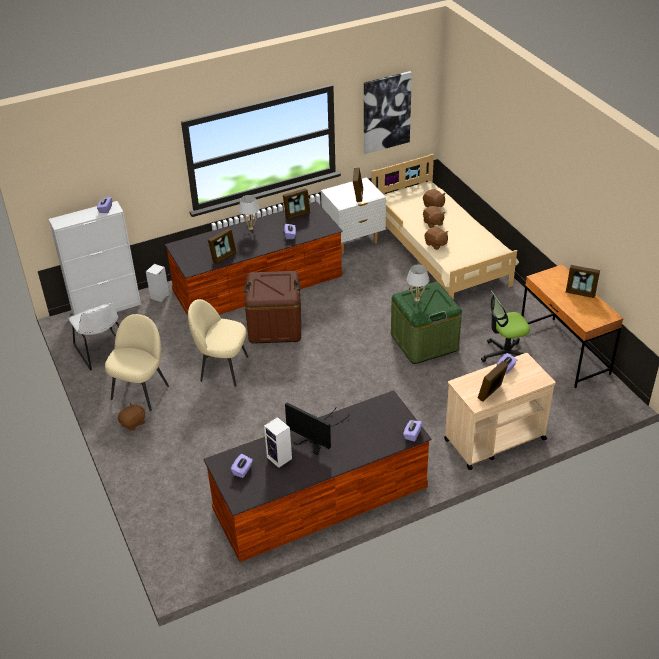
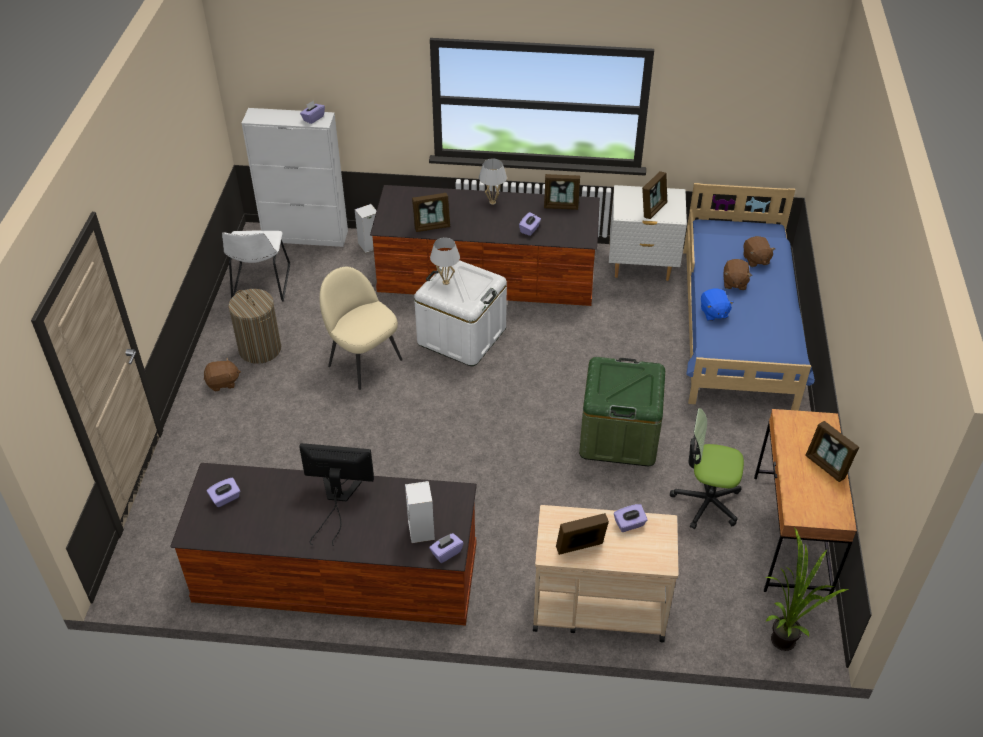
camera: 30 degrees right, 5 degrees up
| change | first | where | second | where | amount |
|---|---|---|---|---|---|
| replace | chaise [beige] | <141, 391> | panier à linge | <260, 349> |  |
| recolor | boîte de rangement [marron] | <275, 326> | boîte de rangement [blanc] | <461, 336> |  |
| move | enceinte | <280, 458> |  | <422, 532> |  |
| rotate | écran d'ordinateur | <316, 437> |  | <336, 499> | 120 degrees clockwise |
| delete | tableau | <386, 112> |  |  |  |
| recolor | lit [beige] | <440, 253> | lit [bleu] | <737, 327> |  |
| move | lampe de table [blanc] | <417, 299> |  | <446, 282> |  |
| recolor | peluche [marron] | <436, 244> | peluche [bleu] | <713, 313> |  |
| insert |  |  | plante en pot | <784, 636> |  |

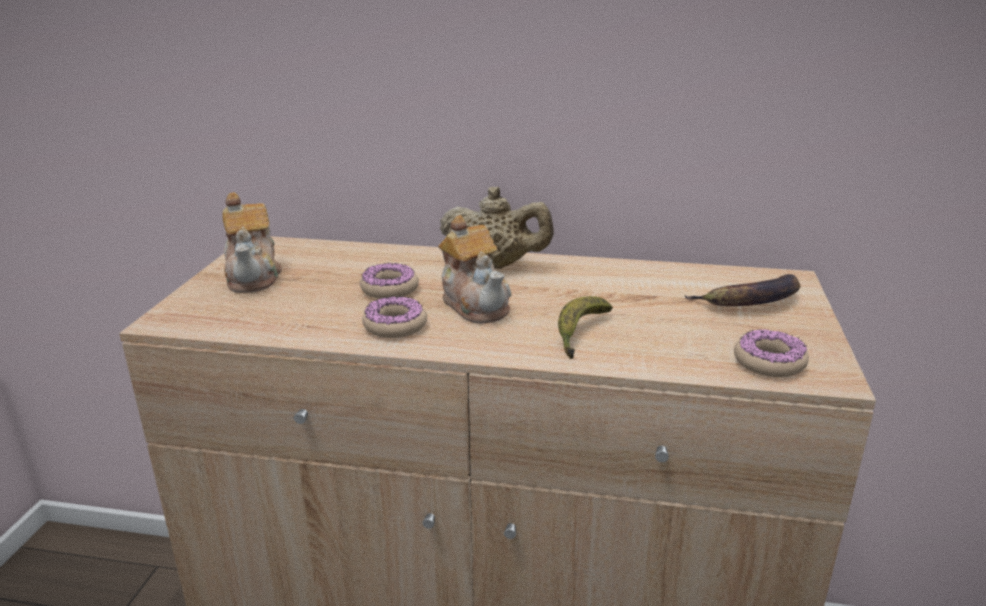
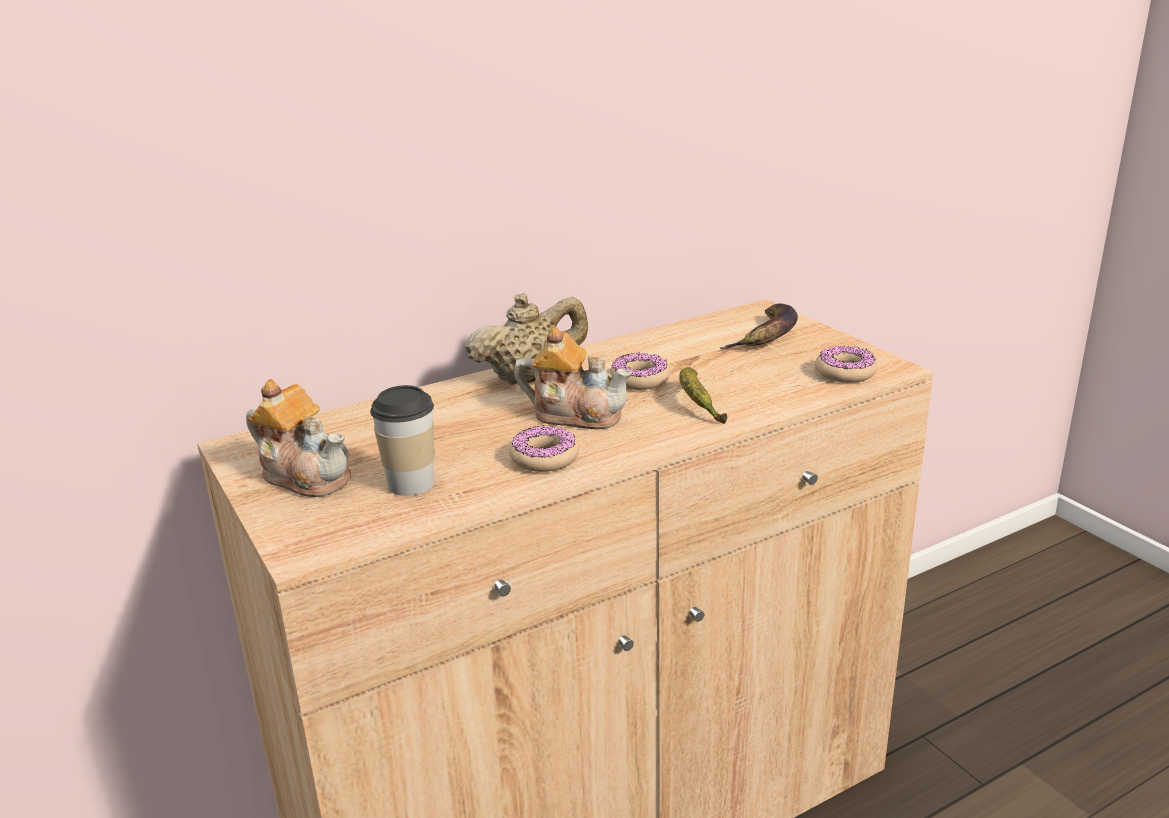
camera: 40 degrees left, 0 degrees up
| change | first | where | second | where | amount |
|---|---|---|---|---|---|
| move | beignet | <389, 289> |  | <640, 380> |  |
| insert |  |  | tasse | <411, 484> |  |

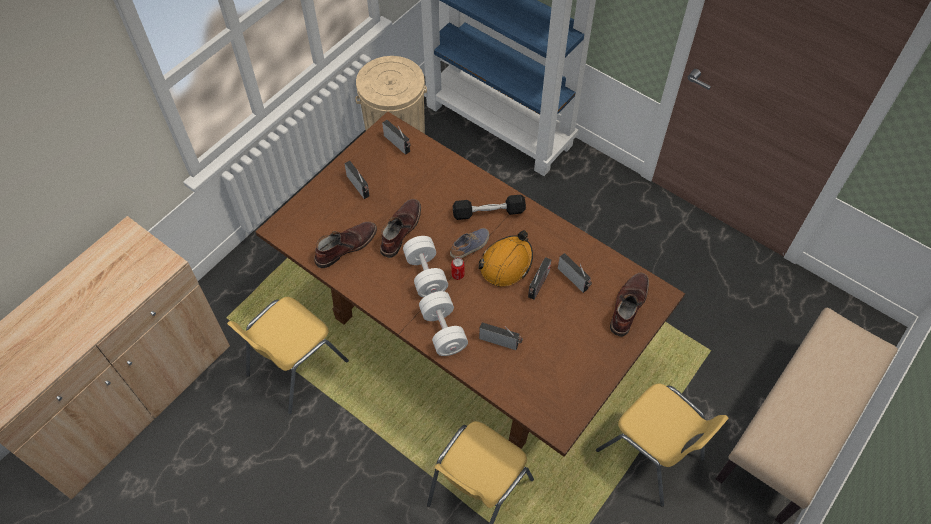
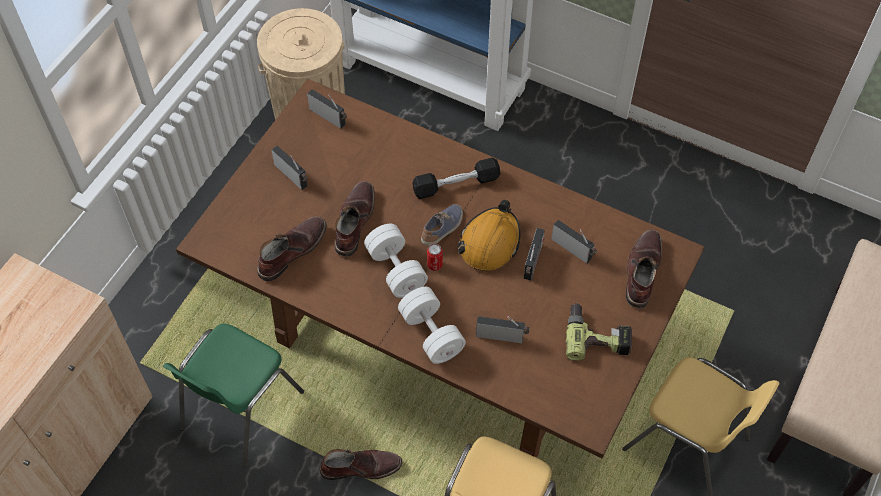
camera: 10 degrees left, 0 degrees up
| change | first | where | second | where | amount |
|---|---|---|---|---|---|
| recolor | chaise [jaune] | <295, 368> | chaise [vert] | <240, 410> |  |
| insert |  |  | botte [marron] | <361, 467> |  |
| insert |  |  | perceuse | <597, 335> |  |

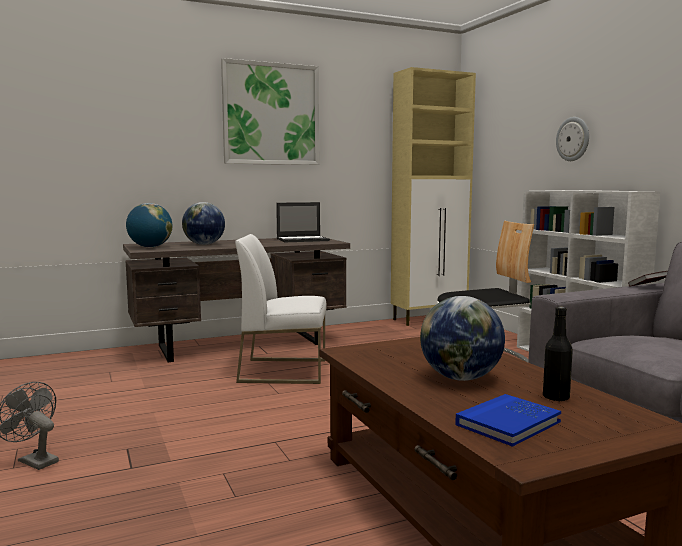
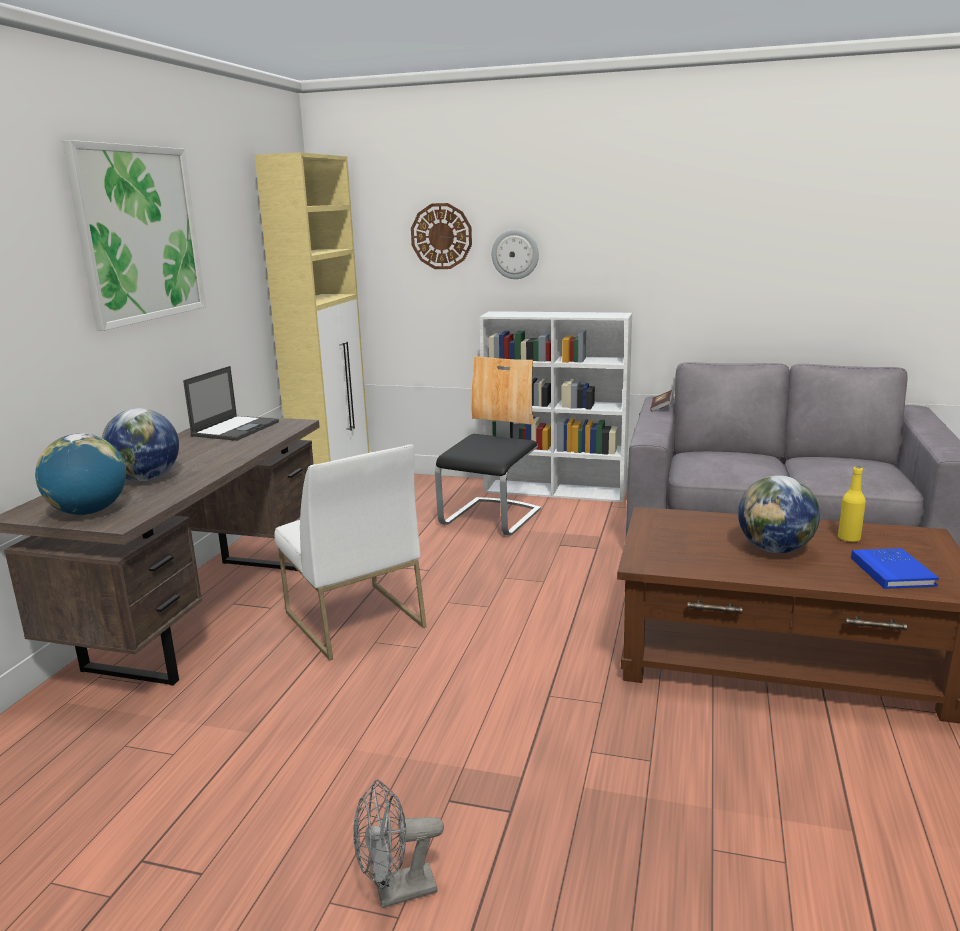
camera: 50 degrees left, 10 degrees up
| change | first | where | second | where | amount |
|---|---|---|---|---|---|
| rotate | chaise [blanc] | <284, 371> |  | <353, 619> | 75 degrees counterclockwise |
| recolor | bouteille [noir] | <556, 397> | bouteille [jaune] | <849, 538> |  |
| insert |  |  | horloge murale | <441, 236> |  |

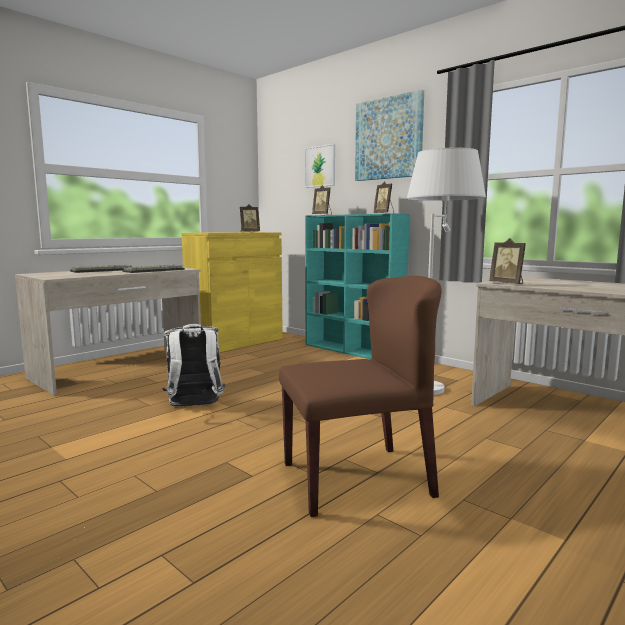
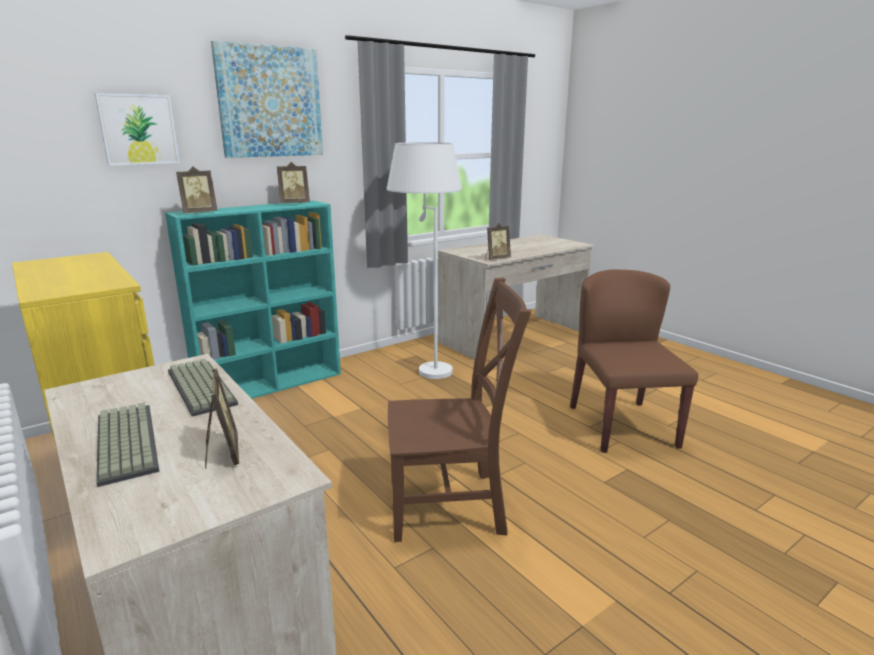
camera: 80 degrees left, 10 degrees up
| change | first | where | second | where | amount |
|---|---|---|---|---|---|
| replace | sac à dos [blanc] | <194, 407> | chaise [marron] | <452, 505> |  |
| move | cadre photo | <249, 232> |  | <222, 454> |  |

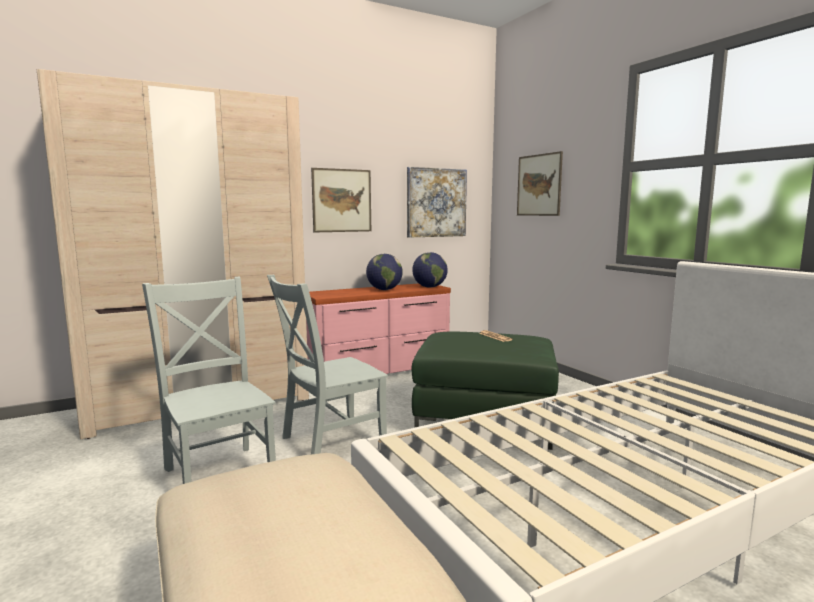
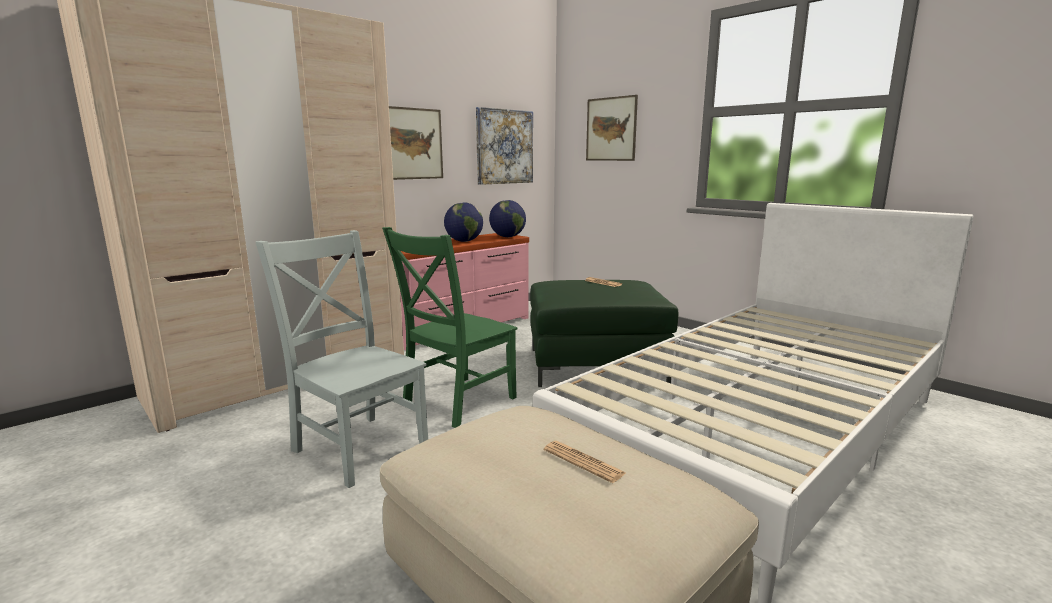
camera: 15 degrees left, 5 degrees up
| change | first | where | second | where | amount |
|---|---|---|---|---|---|
| recolor | chaise [gris] | <329, 442> | chaise [vert] | <456, 402> |  |
| insert |  |  | journal | <583, 462> |  |

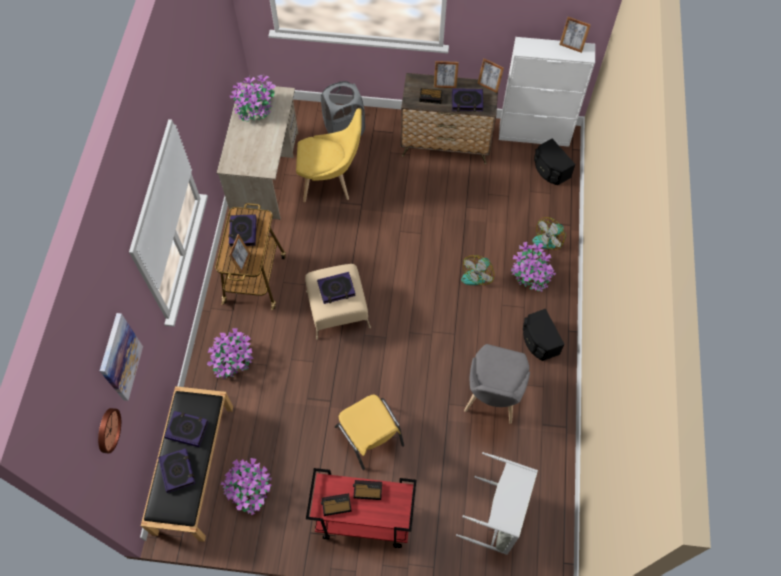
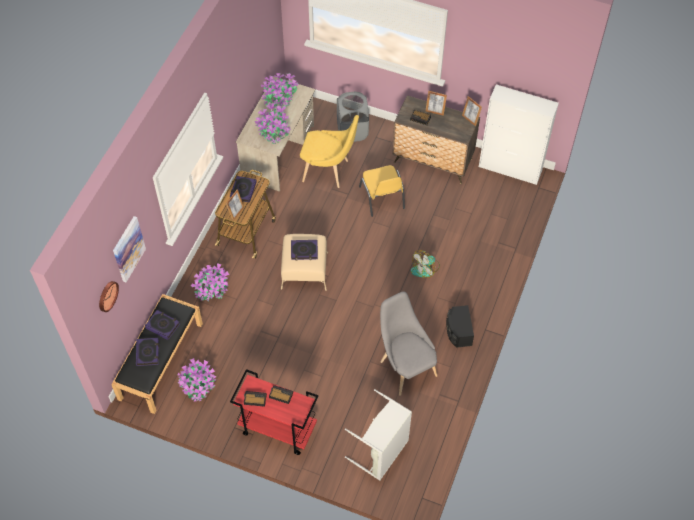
camera: 15 degrees right, 5 degrees down
| change | first | where | second | where | amount |
|---|---|---|---|---|---|
| move | chaise [jaune] | <370, 437> |  | <382, 198> |  |
| delete | livre | <467, 102> |  |  |  |
| rotate | chaise [gris] | <491, 399> |  | <405, 366> | 120 degrees clockwise |
| move | plante en pot | <530, 274> |  | <273, 132> |  |
| delete | ventilateur | <549, 238> |  |  |  |
| delete | enceinte [noir] | <550, 170> |  |  |  |
| delete | cadre photo | <571, 46> |  |  |  |

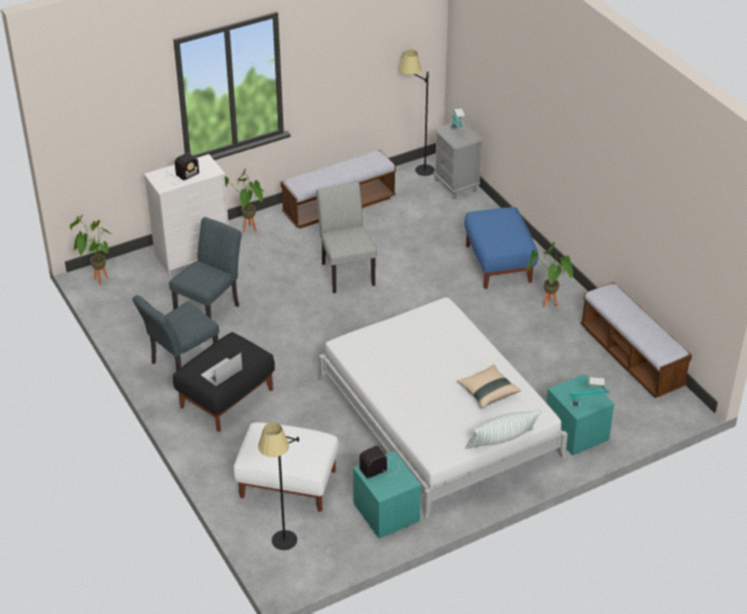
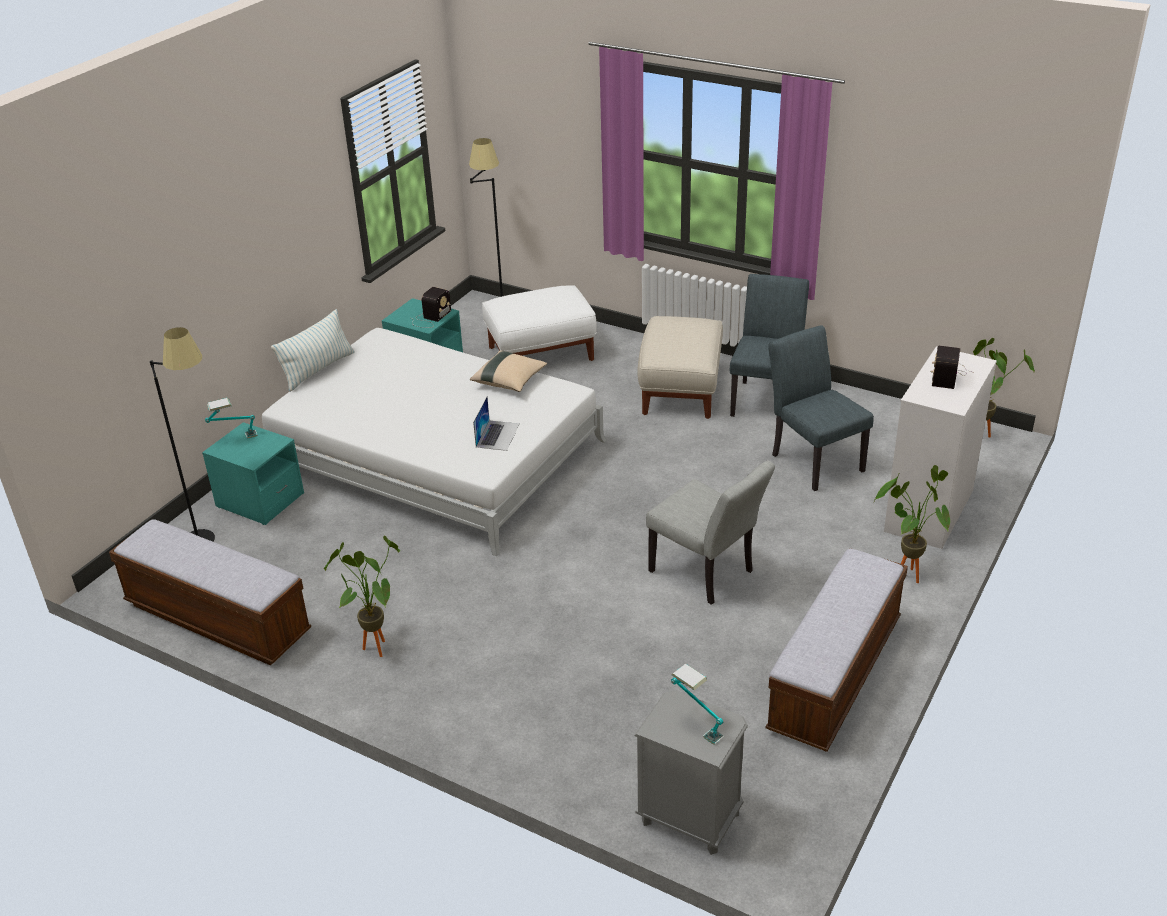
camera: 150 degrees right, 5 degrees down
| change | first | where | second | where | amount |
|---|---|---|---|---|---|
| rotate | chaise [gris] | <210, 309> |  | <813, 459> | 150 degrees clockwise |
| recolor | pouf [noir] | <227, 398> | pouf [beige] | <680, 390> |  |
| move | ordinateur portable | <221, 372> |  | <497, 435> |  |
| move | lampadaire [noir] | <416, 171> |  | <212, 533> |  |
| move | coussin [beige] | <487, 393> |  | <509, 381> |  |
| delete | pouf [bleu] | <498, 264> |  |  |  |

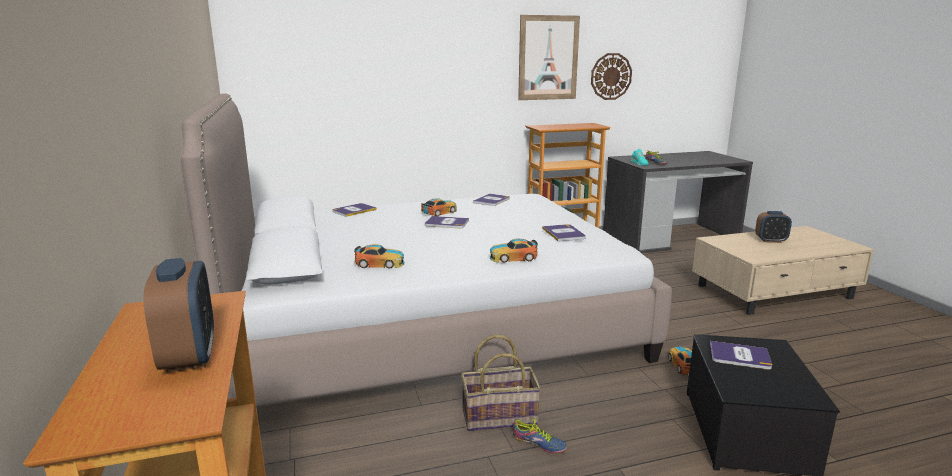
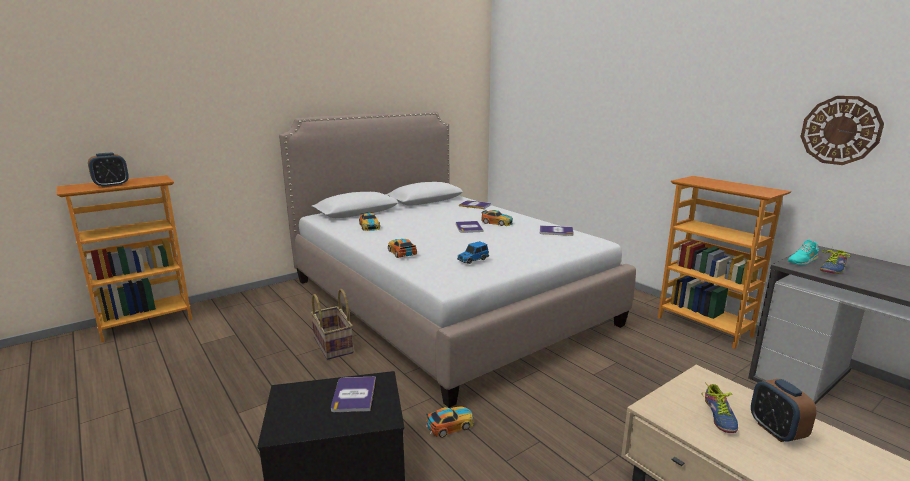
camera: 70 degrees right, 0 degrees up
| change | first | where | second | where | amount |
|---|---|---|---|---|---|
| move | chaussure | <538, 444> |  | <717, 416> |  |
| delete | tableau | <548, 58> |  |  |  |
| replace | livre | <563, 233> | petite voiture | <472, 260> |  |

